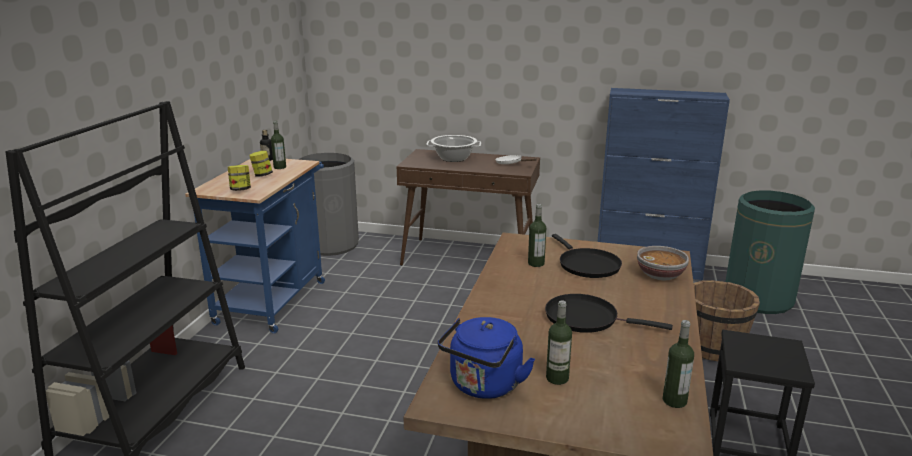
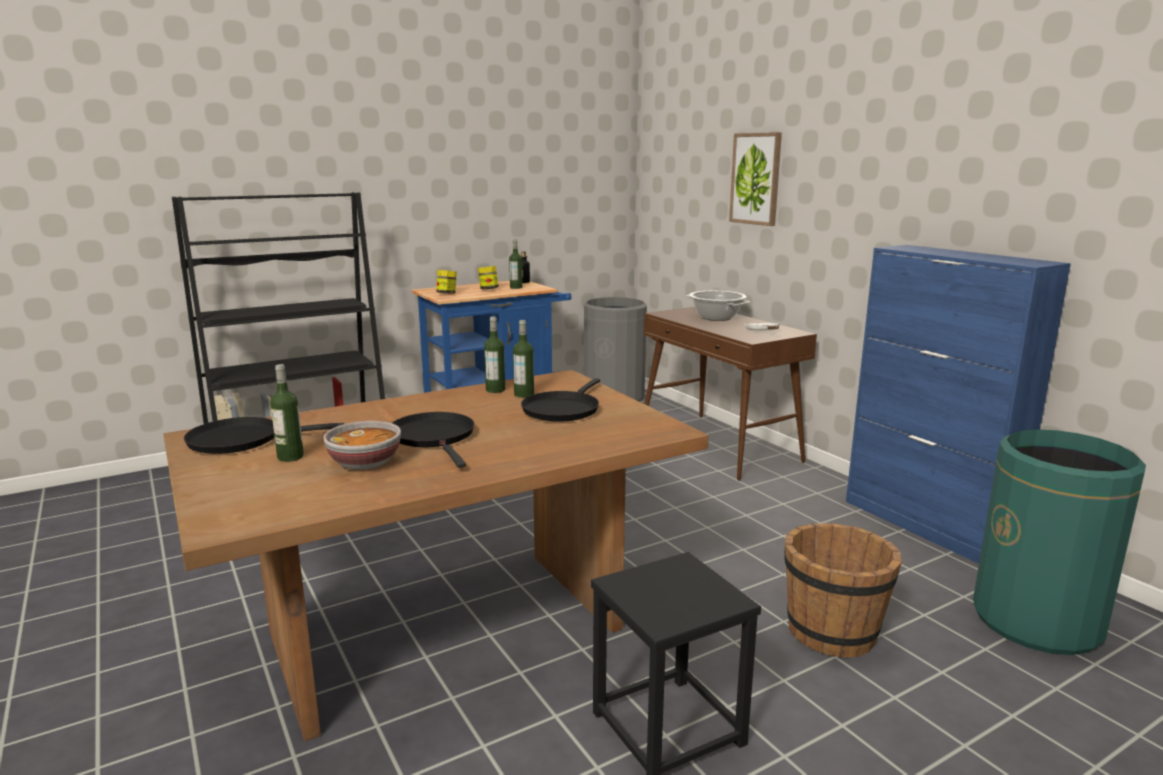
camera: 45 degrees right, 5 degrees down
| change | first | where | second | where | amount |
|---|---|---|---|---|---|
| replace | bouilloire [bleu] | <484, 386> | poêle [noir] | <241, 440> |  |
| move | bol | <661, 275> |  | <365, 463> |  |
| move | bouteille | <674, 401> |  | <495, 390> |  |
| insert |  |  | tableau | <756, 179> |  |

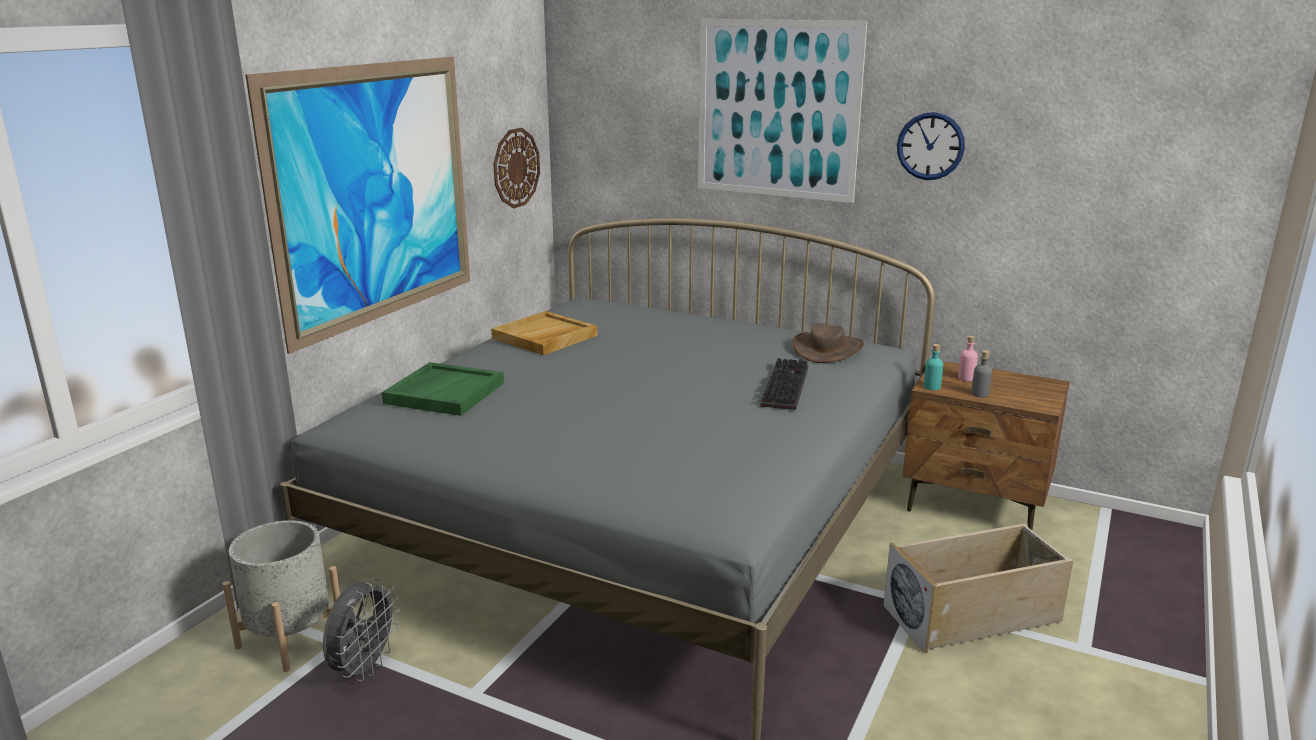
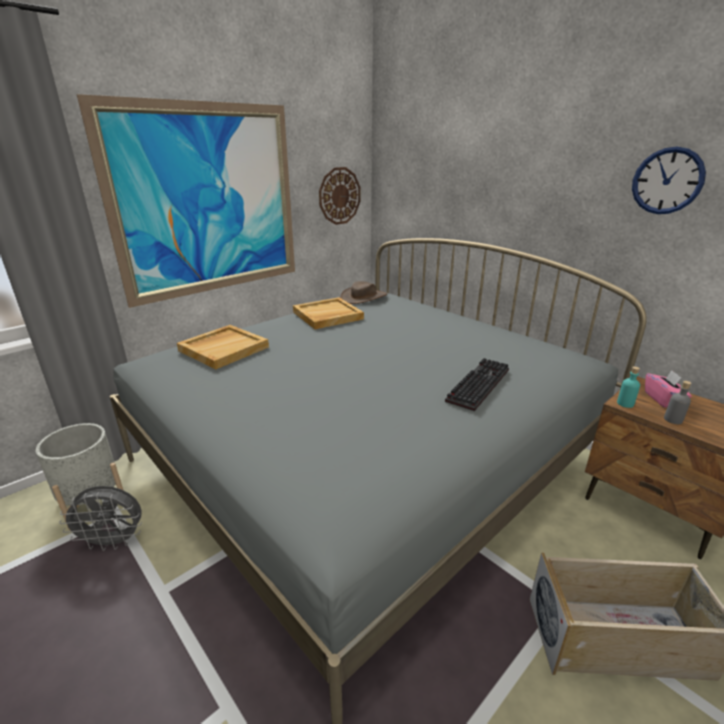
camera: 20 degrees right, 5 degrees up
| change | first | where | second | where | amount |
|---|---|---|---|---|---|
| rotate | ventilateur [gris] | <364, 668> |  | <114, 542> | 45 degrees clockwise |
| recolor | plateau [vert] | <444, 392> | plateau [beige] | <224, 348> |  |
| delete | tableau | <777, 110> |  |  |  |
| move | chapeau [marron] | <828, 349> |  | <364, 297> |  |
| replace | bouteille [rose] | <966, 378> | boîte à mouchoirs [rose] | <663, 399> |  |

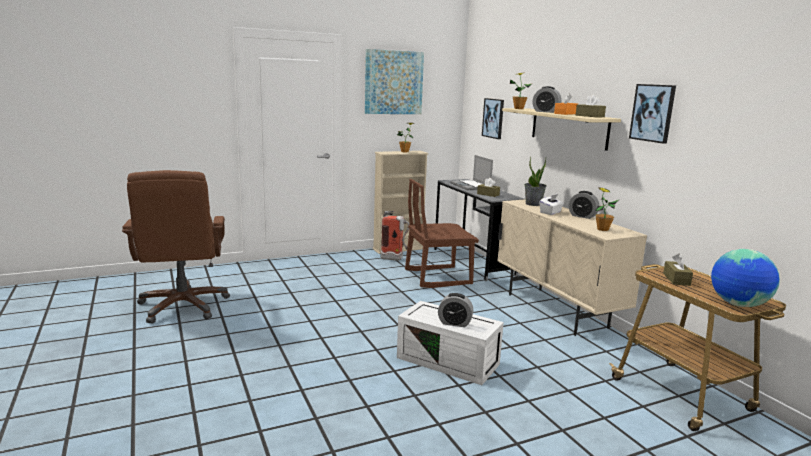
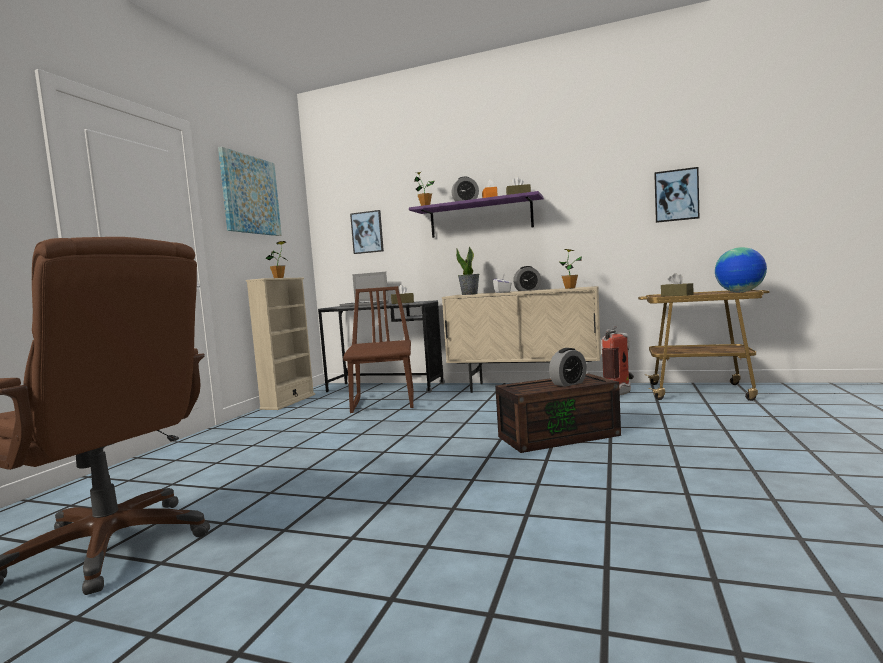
camera: 45 degrees left, 10 degrees down
| change | first | where | second | where | amount |
|---|---|---|---|---|---|
| move | extincteur | <395, 259> |  | <620, 393> |  |
| recolor | boîte de rangement [blanc] | <449, 361> | boîte de rangement [marron] | <559, 435> |  |
| rotate | chaise [marron] | <437, 277> |  | <385, 403> | 150 degrees clockwise |
| recolor | étagère [beige] | <568, 128> | étagère [violet] | <480, 218> |  |
| move | tableau | <652, 113> |  | <676, 195> |  |

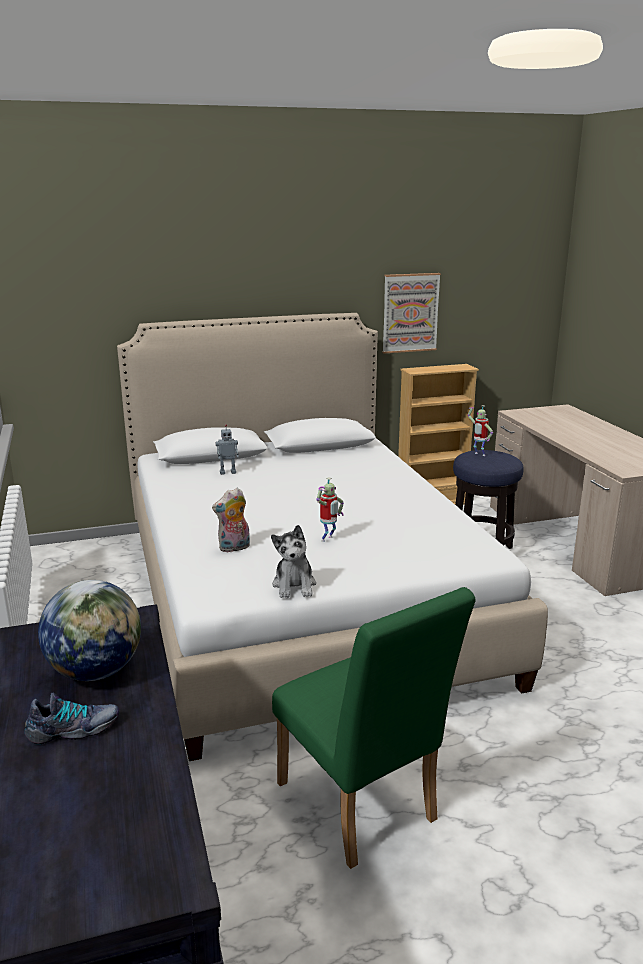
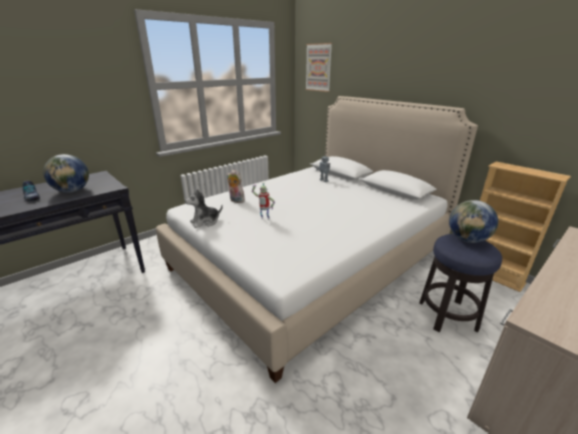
camera: 65 degrees right, 5 degrees up
| change | first | where | second | where | amount |
|---|---|---|---|---|---|
| delete | chaise [vert] | <361, 809> |  |  |  |
| move | tableau | <410, 313> |  | <318, 67> |  |
| replace | robot jouet | <478, 454> | globe | <467, 240> |  |

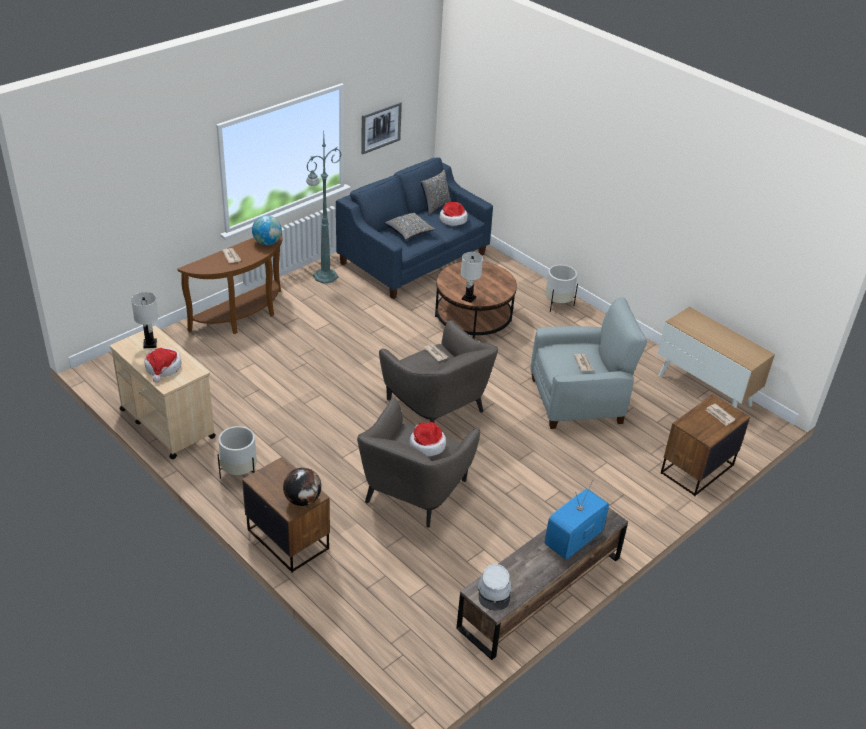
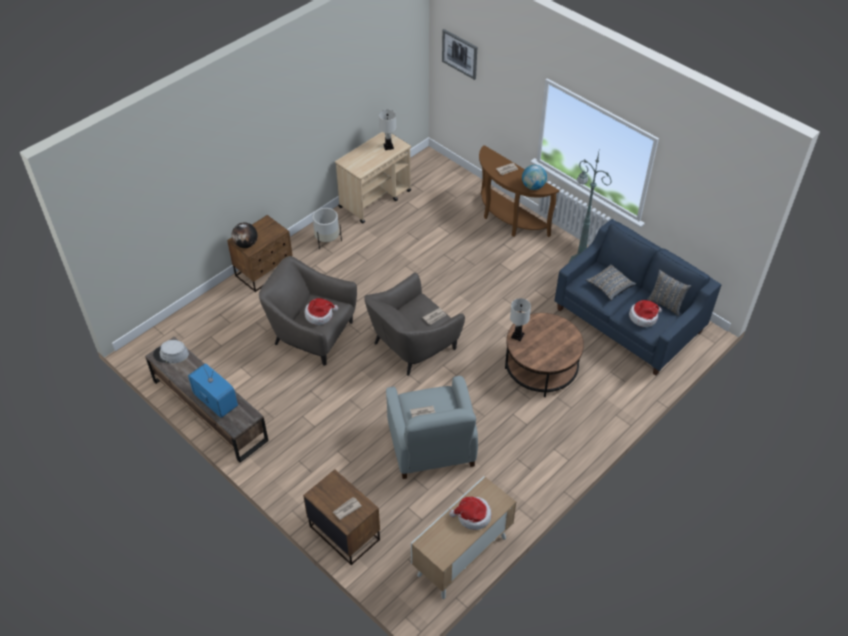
camera: 90 degrees right, 10 degrees up
| change | first | where | second | where | amount |
|---|---|---|---|---|---|
| move | chapeau | <163, 368> |  | <472, 516> |  |
| move | tableau | <380, 127> |  | <460, 54> |  |
| delete | cache-pot [blanc] | <558, 304> |  |  |  |

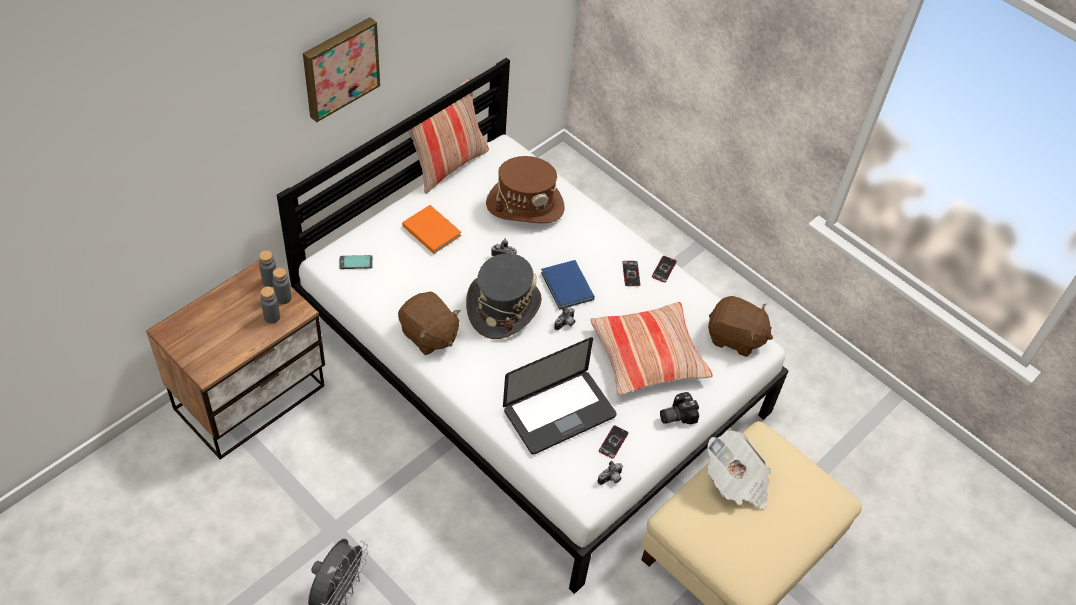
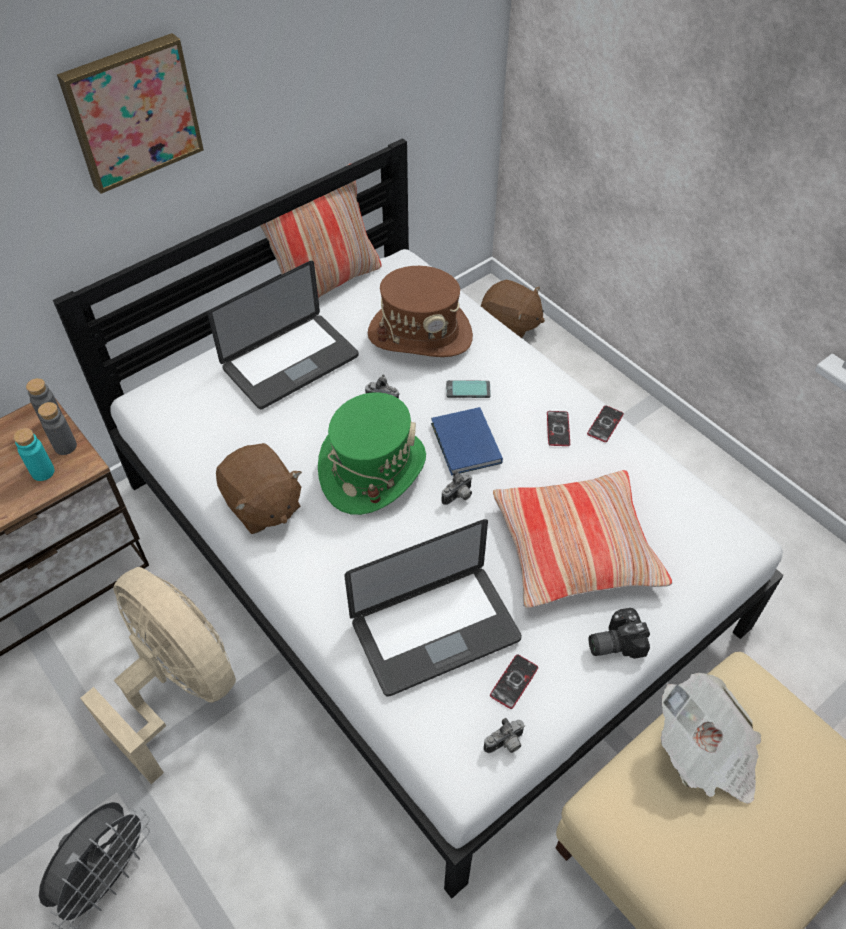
camera: 10 degrees right, 0 degrees up
| change | first | where | second | where | amount |
|---|---|---|---|---|---|
| recolor | bouteille [gris] | <272, 317> | bouteille [turquoise] | <43, 472> |  |
| move | téléphone | <356, 263> |  | <468, 390> |  |
| replace | livre [orange] | <431, 229> | ordinateur portable | <290, 363> |  |
| recolor | chapeau [gris] | <503, 307> | chapeau [vert] | <372, 469> |  |
| move | peluche [marron] | <735, 338> |  | <510, 324> |  |
| insert |  |  | ventilateur [beige] | <177, 687> |  |

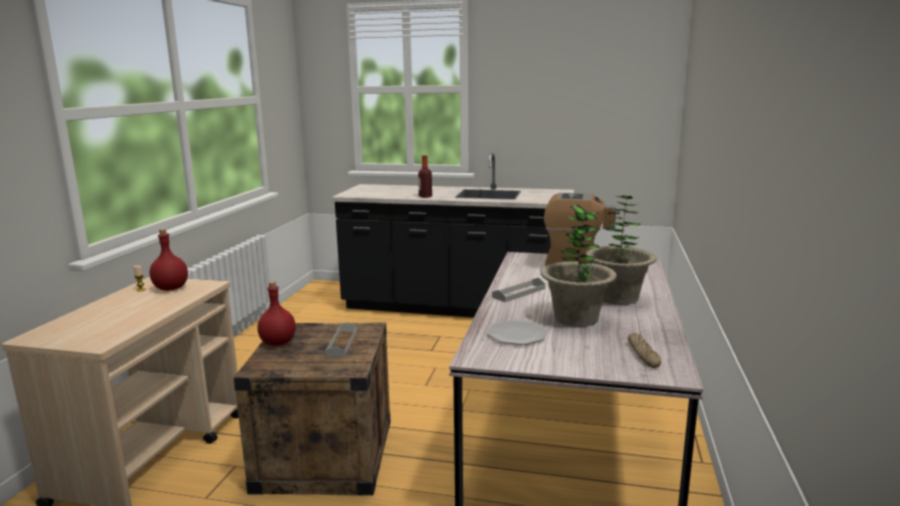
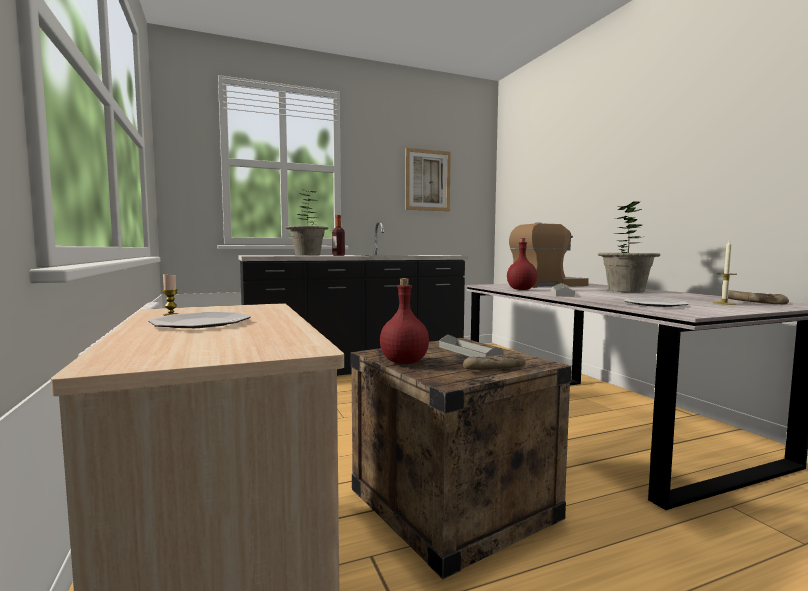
camera: 35 degrees left, 10 degrees down
| change | first | where | second | where | amount |
|---|---|---|---|---|---|
| move | bouteille [rouge] | <171, 288> |  | <520, 289> |  |
| move | plante en pot | <576, 319> |  | <307, 255> |  |
| insert |  |  | assiette | <201, 323> |  |
| insert |  |  | tableau | <427, 180> |  |
| insert |  |  | pain | <494, 369> |  |
| insert |  |  | bougie | <724, 303> |  |

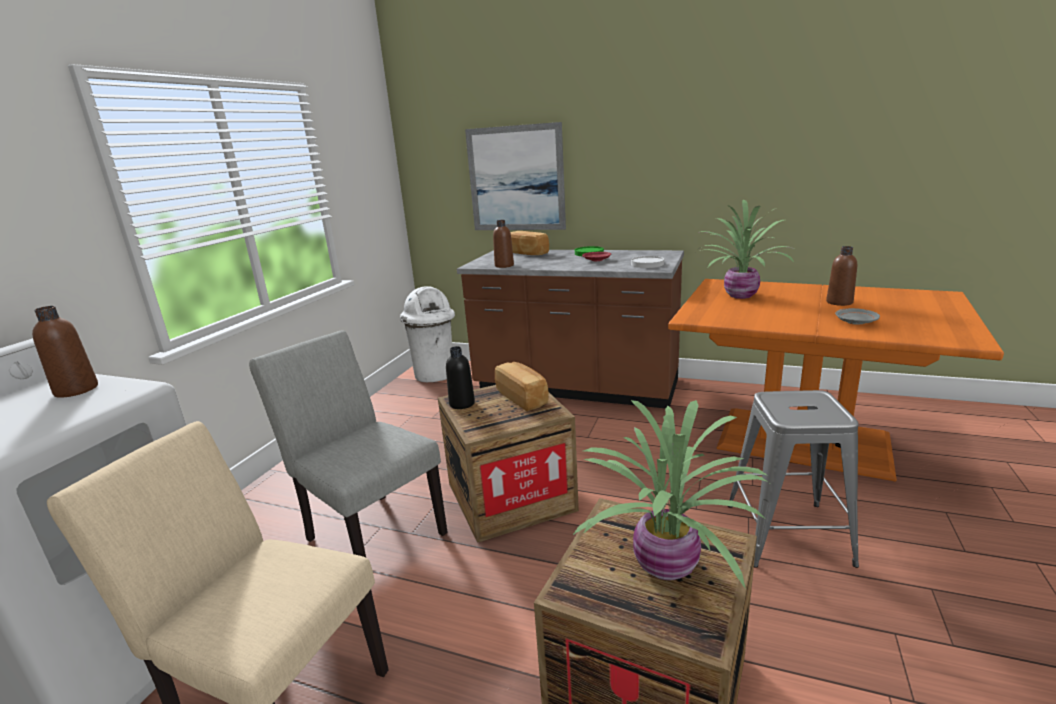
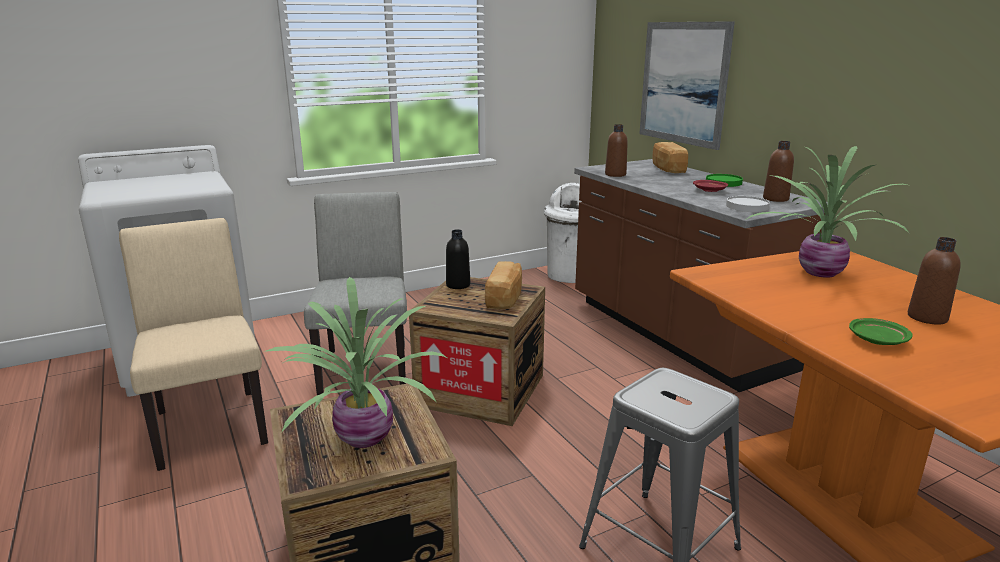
camera: 40 degrees right, 0 degrees up
| change | first | where | second | where | amount |
|---|---|---|---|---|---|
| move | bouteille [marron] | <76, 390> |  | <775, 199> |  |
| recolor | assiette [gris] | <855, 322> | assiette [vert] | <877, 340> |  |

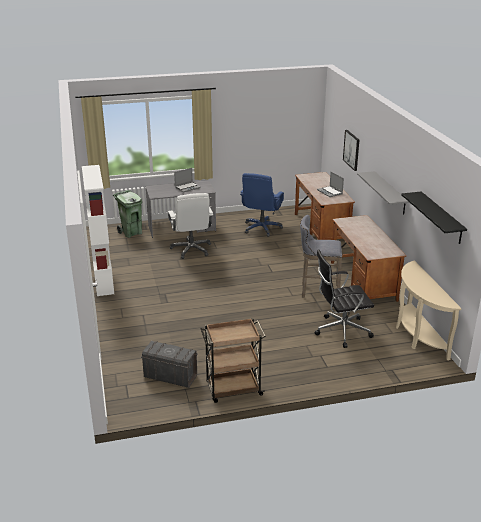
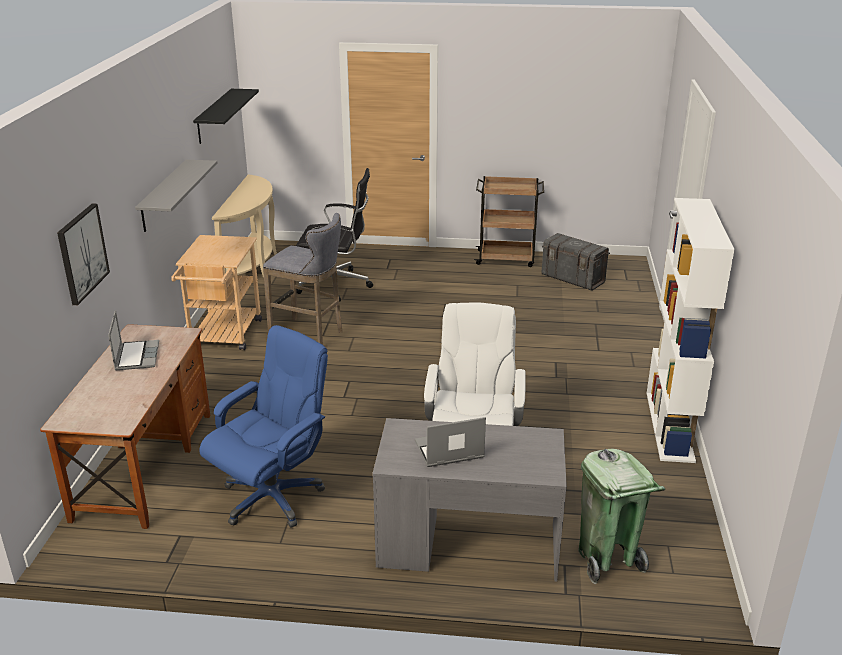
camera: 160 degrees left, 0 degrees up
| change | first | where | second | where | amount |
|---|---|---|---|---|---|
| replace | bureau | <363, 281> | chariot [beige] | <224, 337> |  |

